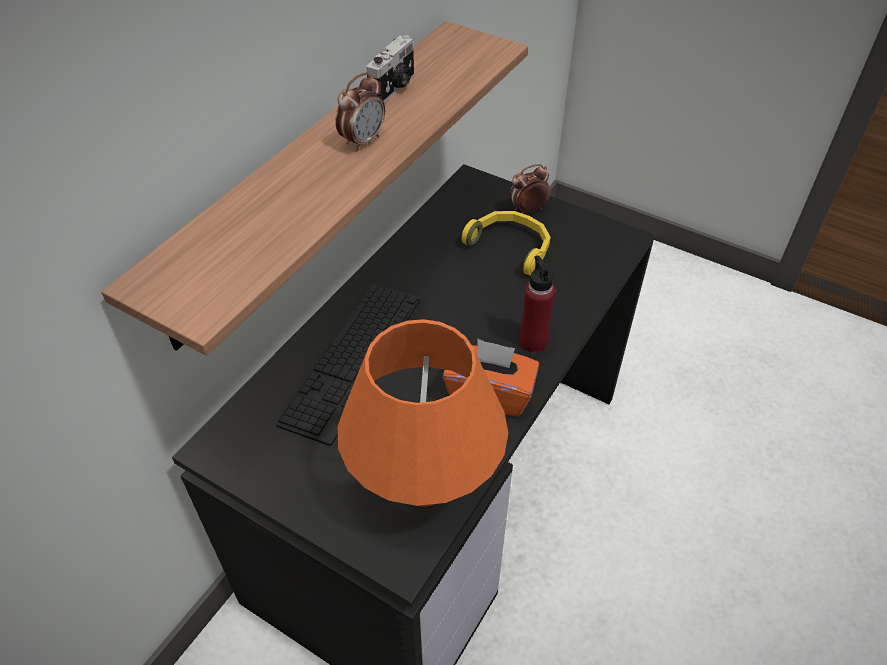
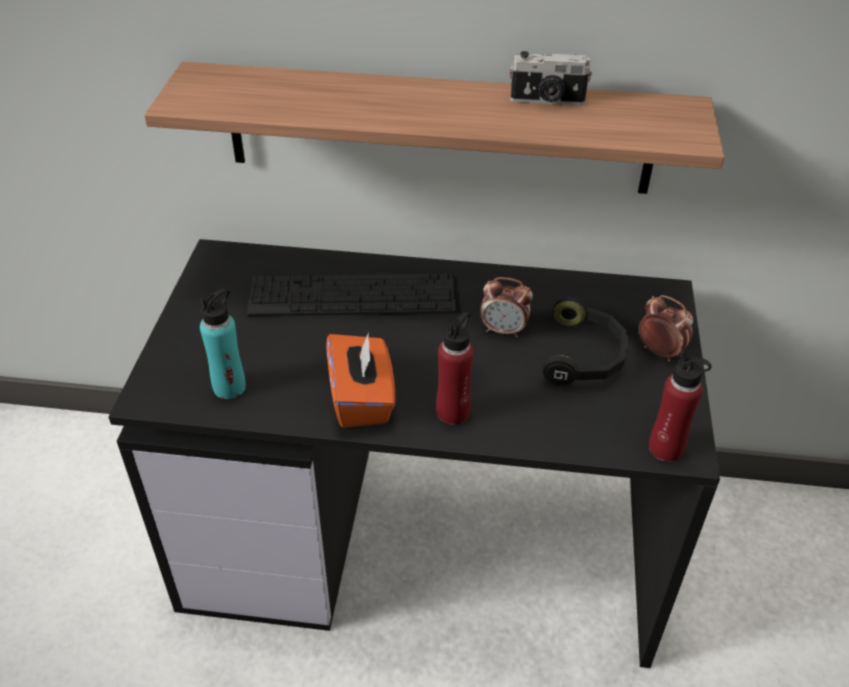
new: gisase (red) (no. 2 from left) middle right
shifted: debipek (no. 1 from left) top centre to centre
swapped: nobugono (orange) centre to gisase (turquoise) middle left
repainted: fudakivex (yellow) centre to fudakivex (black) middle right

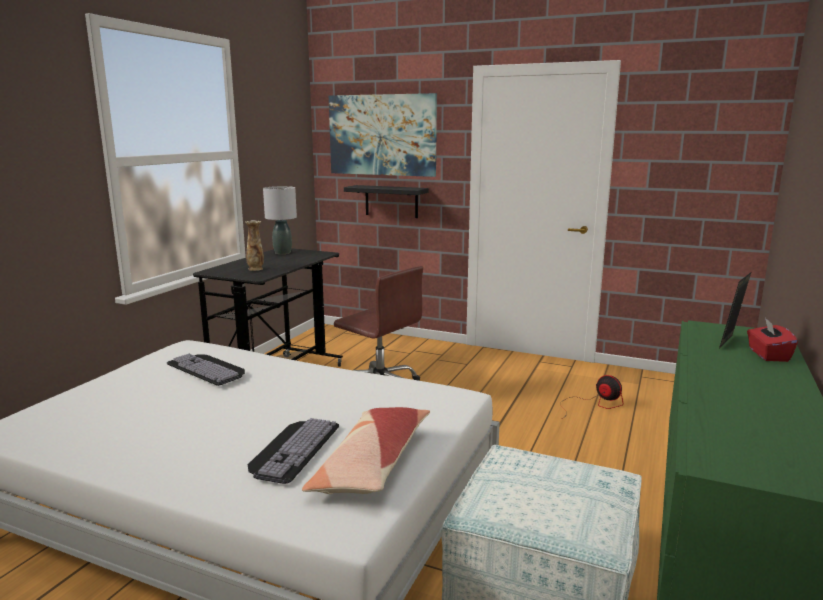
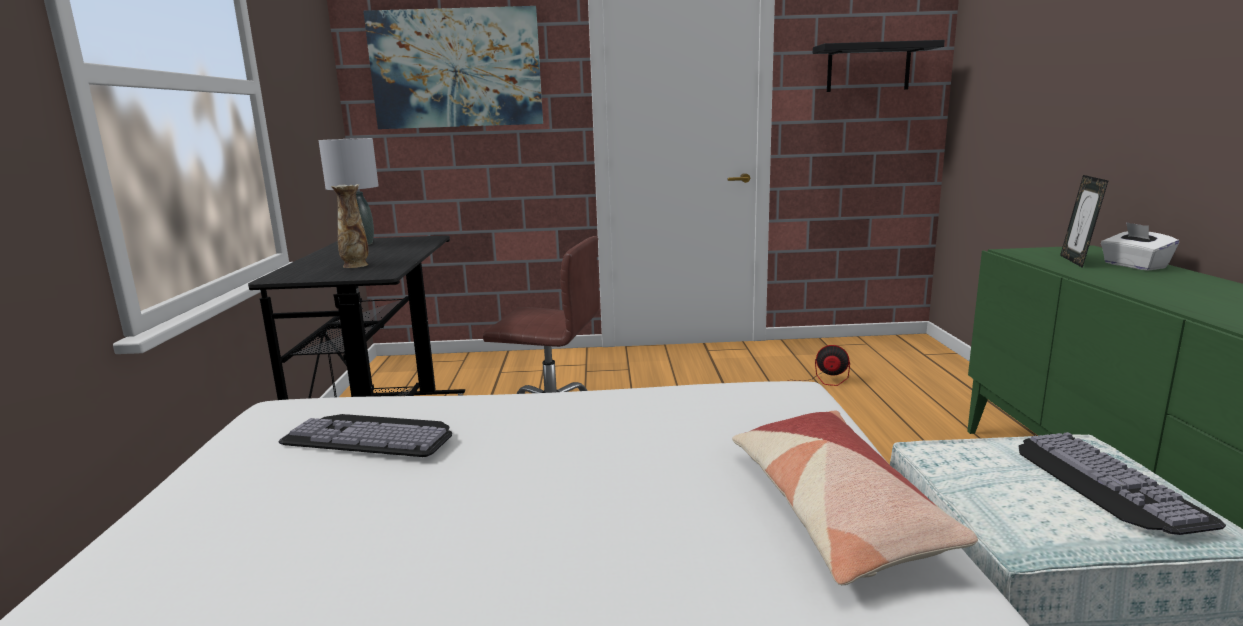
shifted: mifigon (no. 2 from left) bottom centre to bottom right; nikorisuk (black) centre to top right
repainted: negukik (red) middle right to negukik (white) middle right

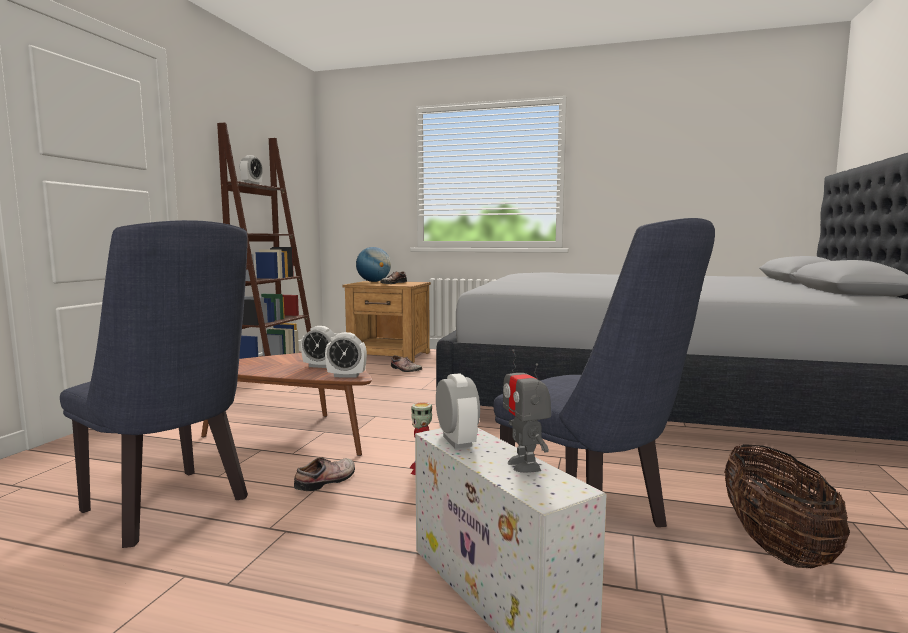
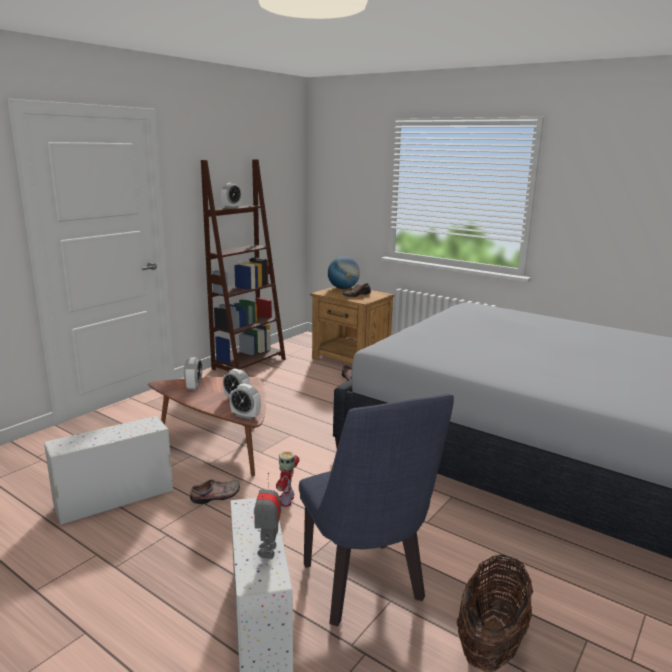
shifted: debipek (no. 4 from left in the first image) centre to debipek (no. 1 from left) middle left
swapped: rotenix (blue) (no. 1 from left) middle left to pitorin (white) (no. 1 from left) bottom left

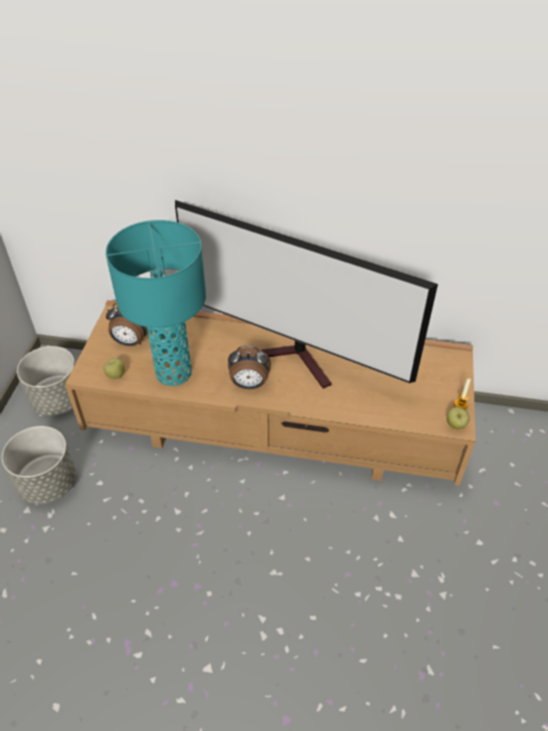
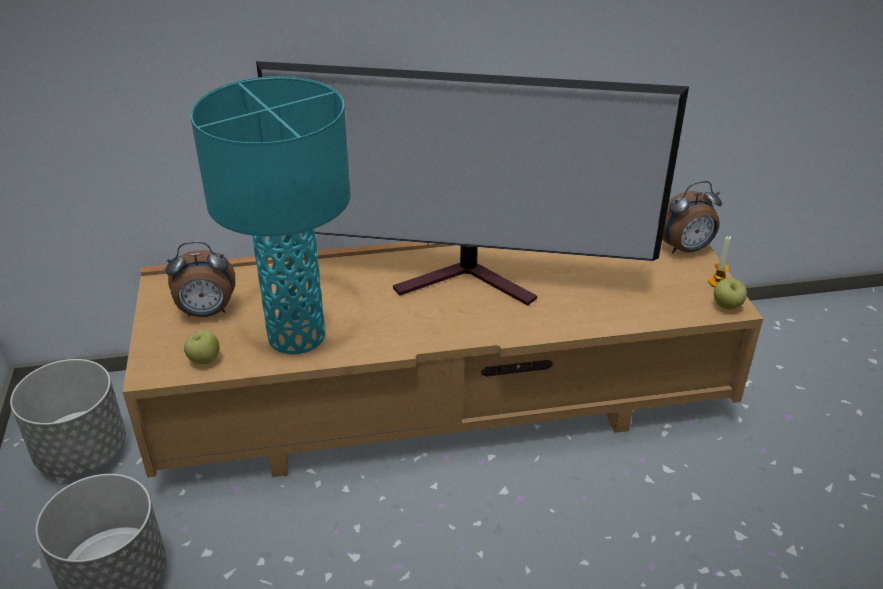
shifted: debipek (no. 2 from left) centre to middle right

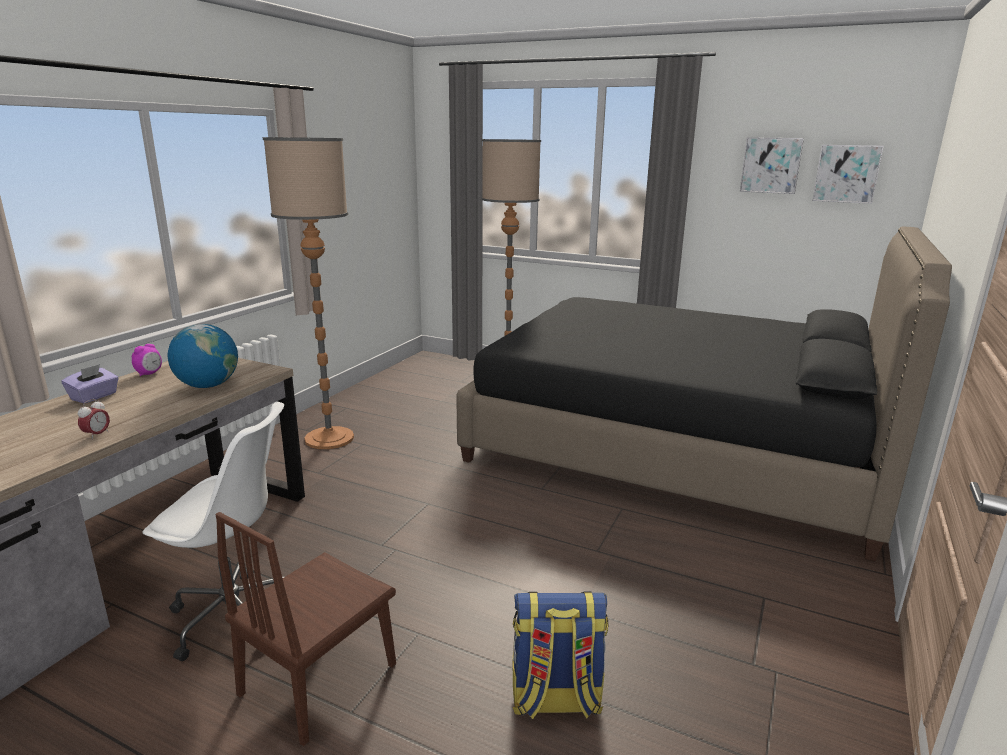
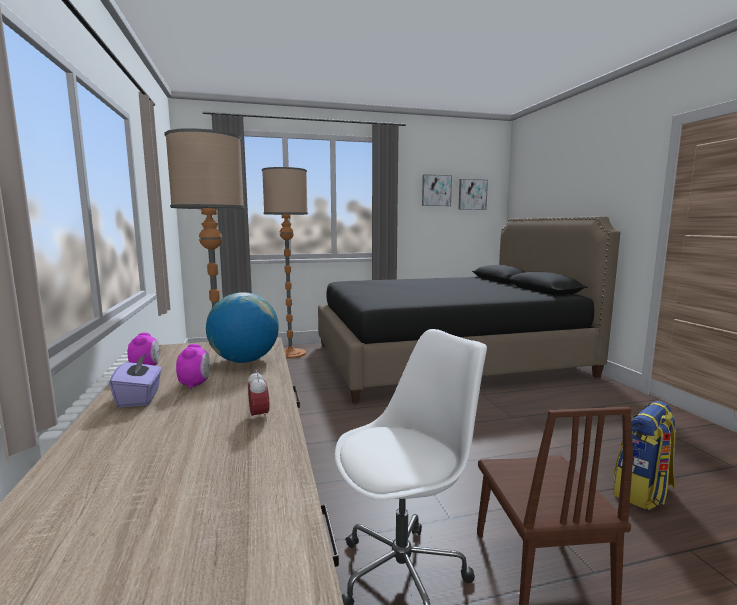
new: debipek (no. 2 from left) middle left

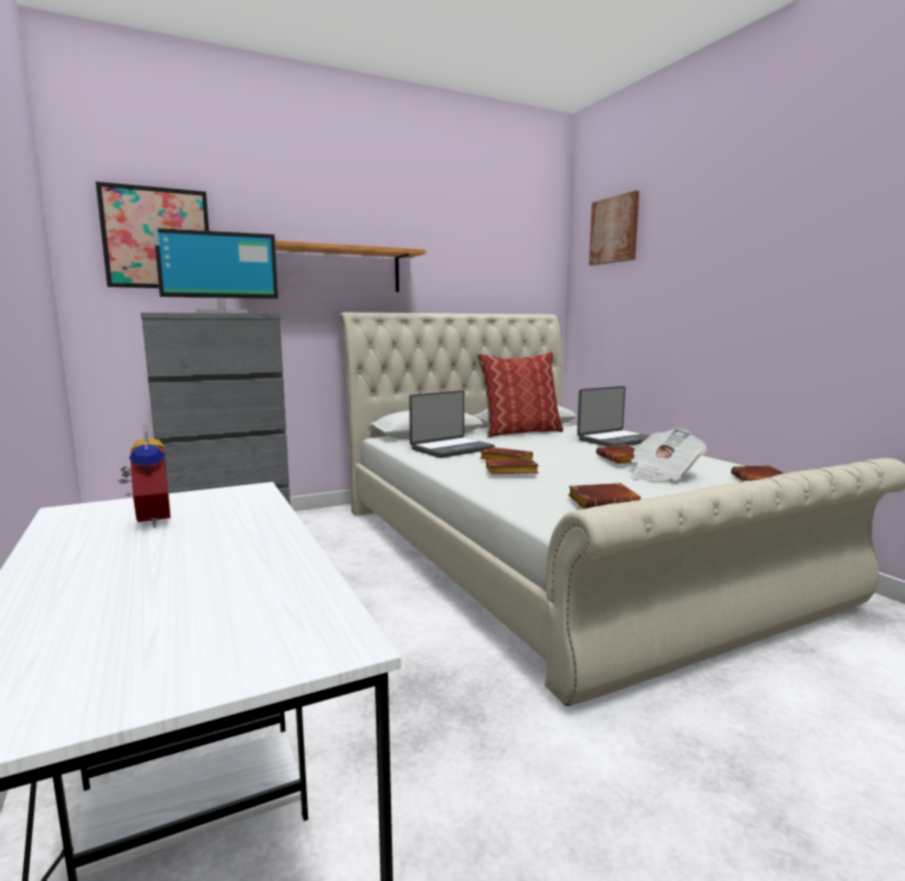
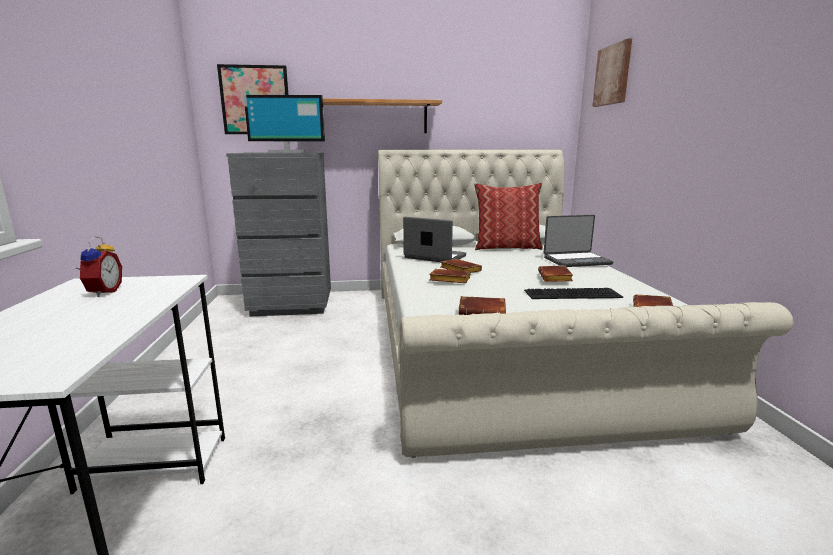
swapped: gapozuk middle right to mifigon middle right
rotated: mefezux (no. 1 from left) centre = centre 135 degrees counterclockwise

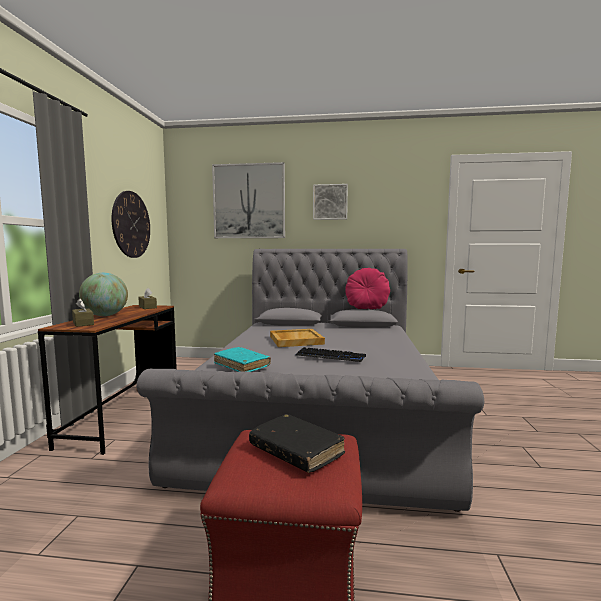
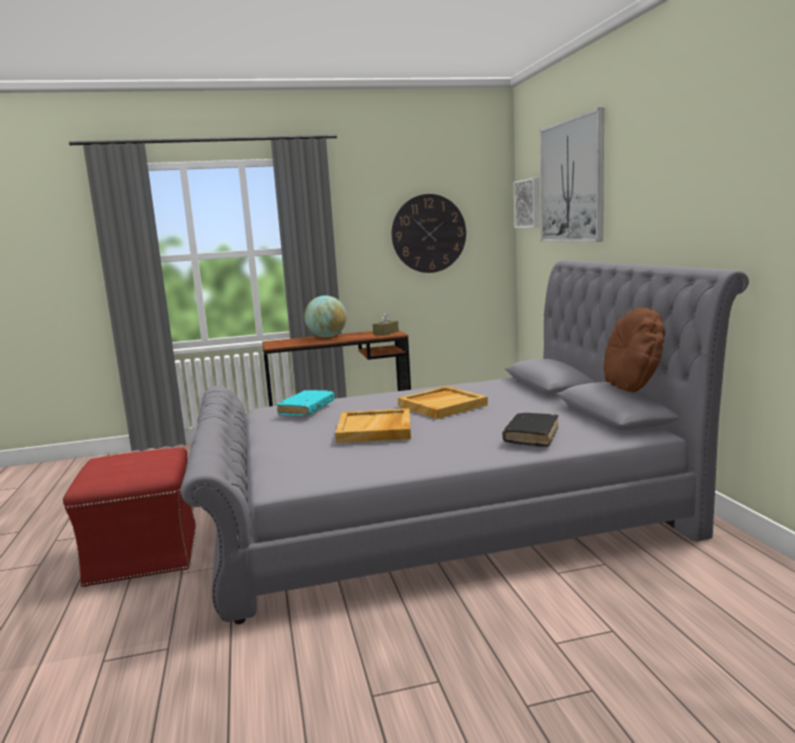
gone: negukik (brown) (no. 1 from left) middle left
shifted: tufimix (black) bottom centre to middle right; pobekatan (no. 2 from left in the first image) centre to pobekatan (no. 1 from left) top centre
swapped: mifigon centre to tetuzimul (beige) (no. 1 from left) centre
repainted: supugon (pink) centre to supugon (brown) middle right

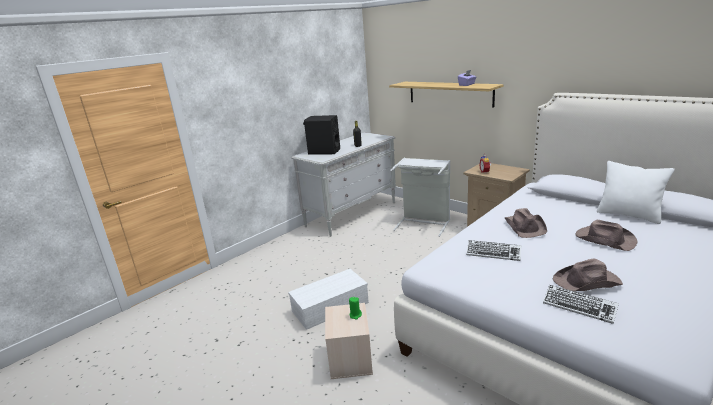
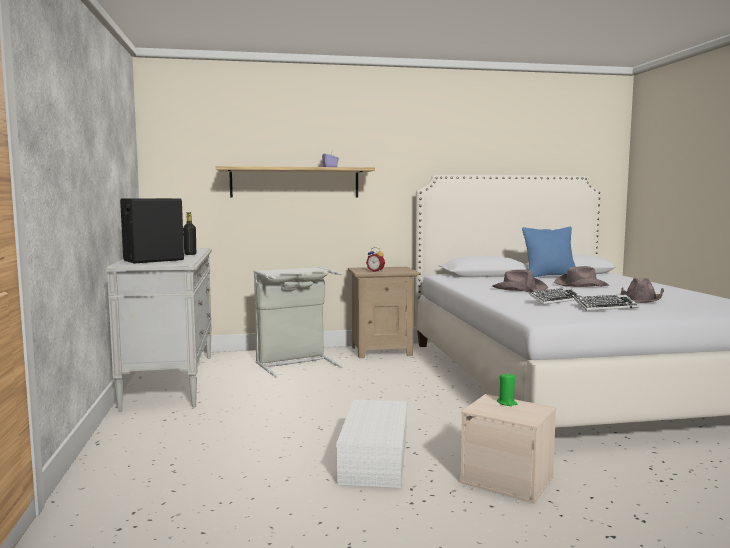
shifted: mifigon (no. 2 from left) bottom right to middle right
repainted: supugon (white) middle right to supugon (blue) middle right

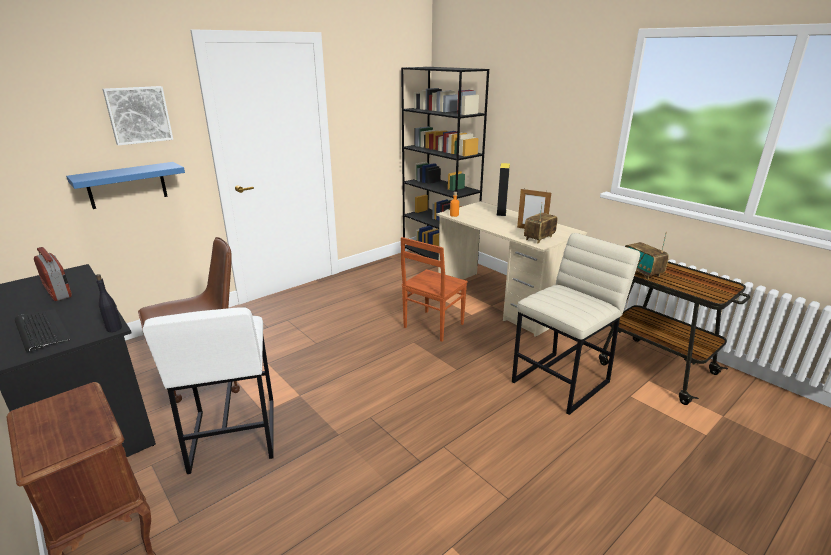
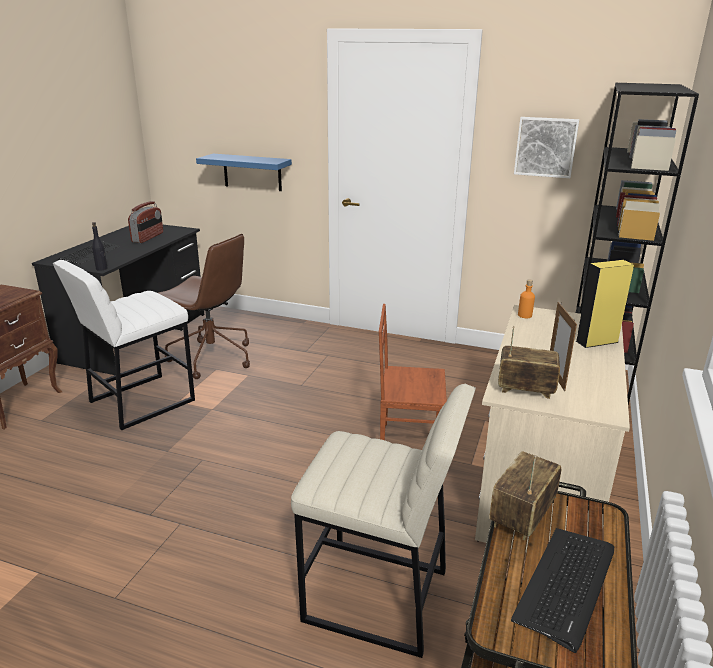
new: mifigon (no. 2 from left) bottom right
shifted: pobekatan top left to top right

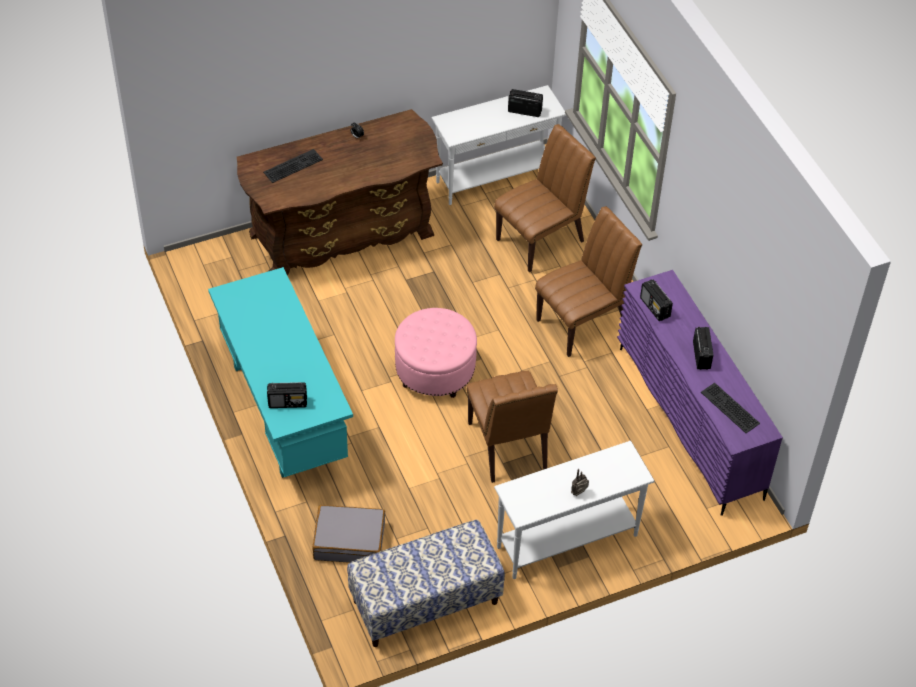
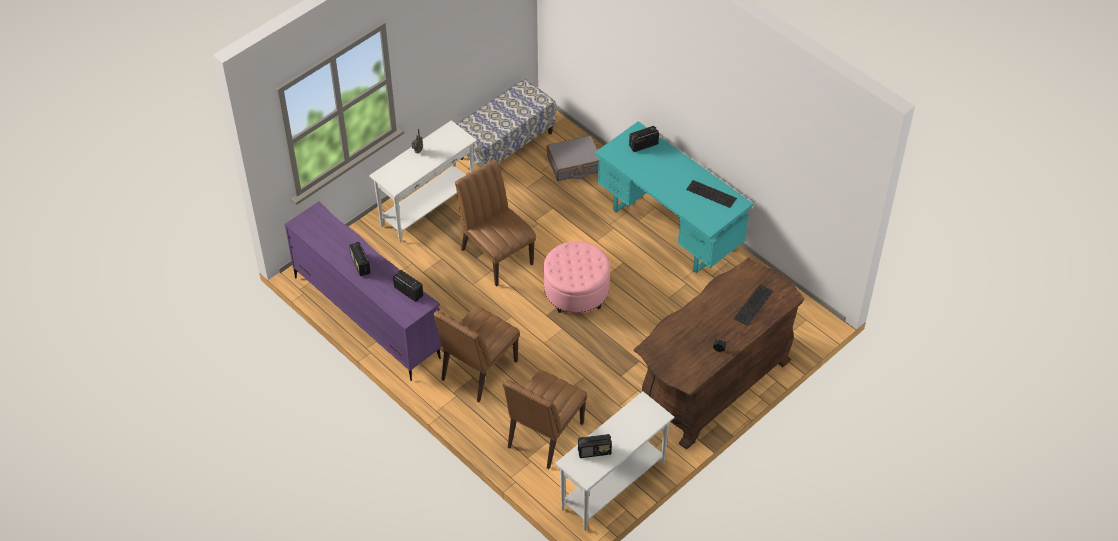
shifted: mifigon (no. 2 from left in the first image) middle right to mifigon (no. 1 from left) centre

